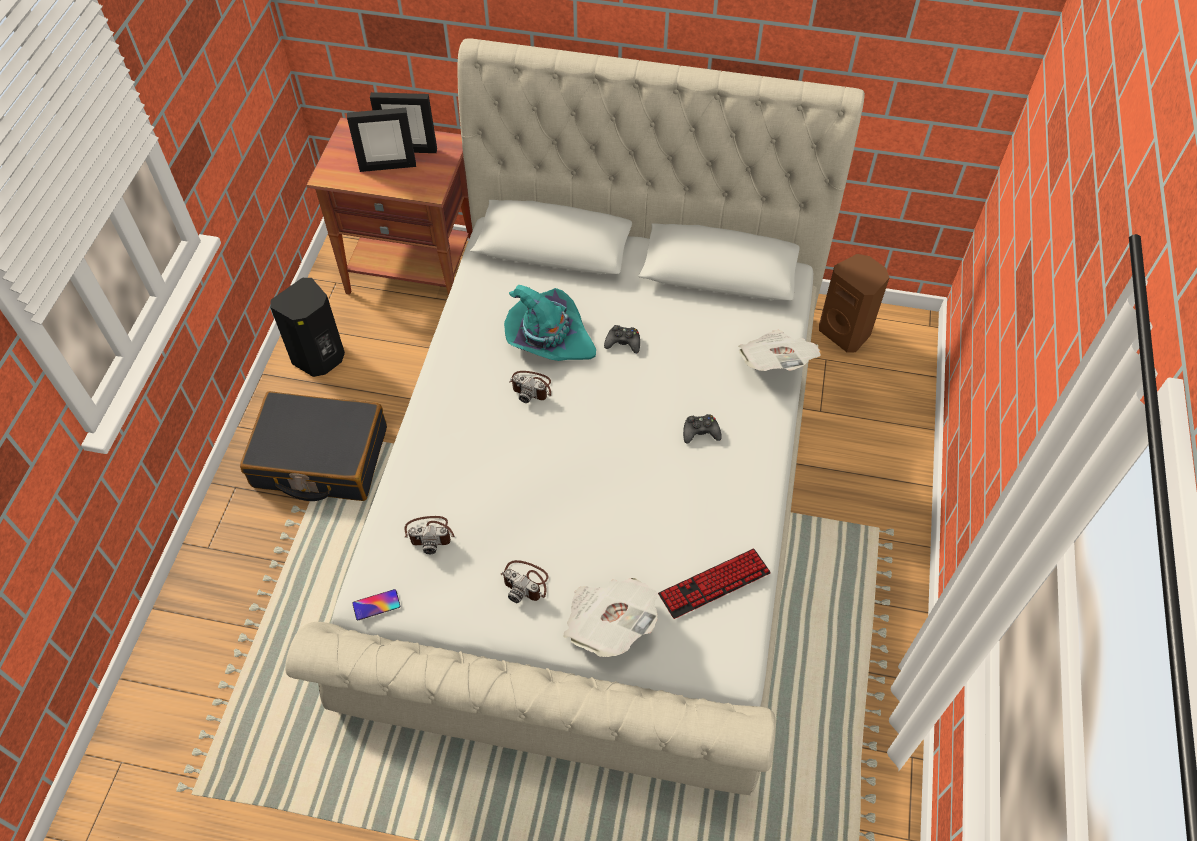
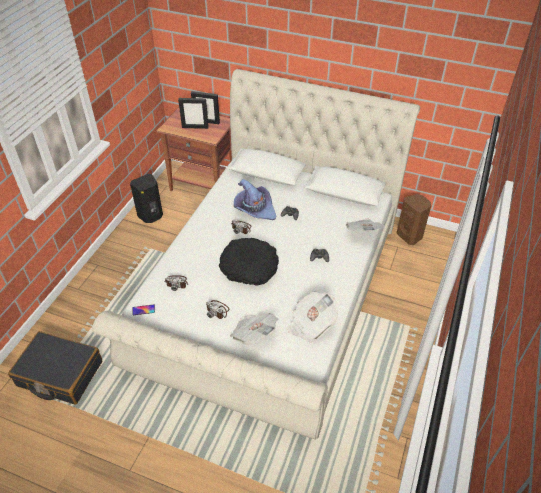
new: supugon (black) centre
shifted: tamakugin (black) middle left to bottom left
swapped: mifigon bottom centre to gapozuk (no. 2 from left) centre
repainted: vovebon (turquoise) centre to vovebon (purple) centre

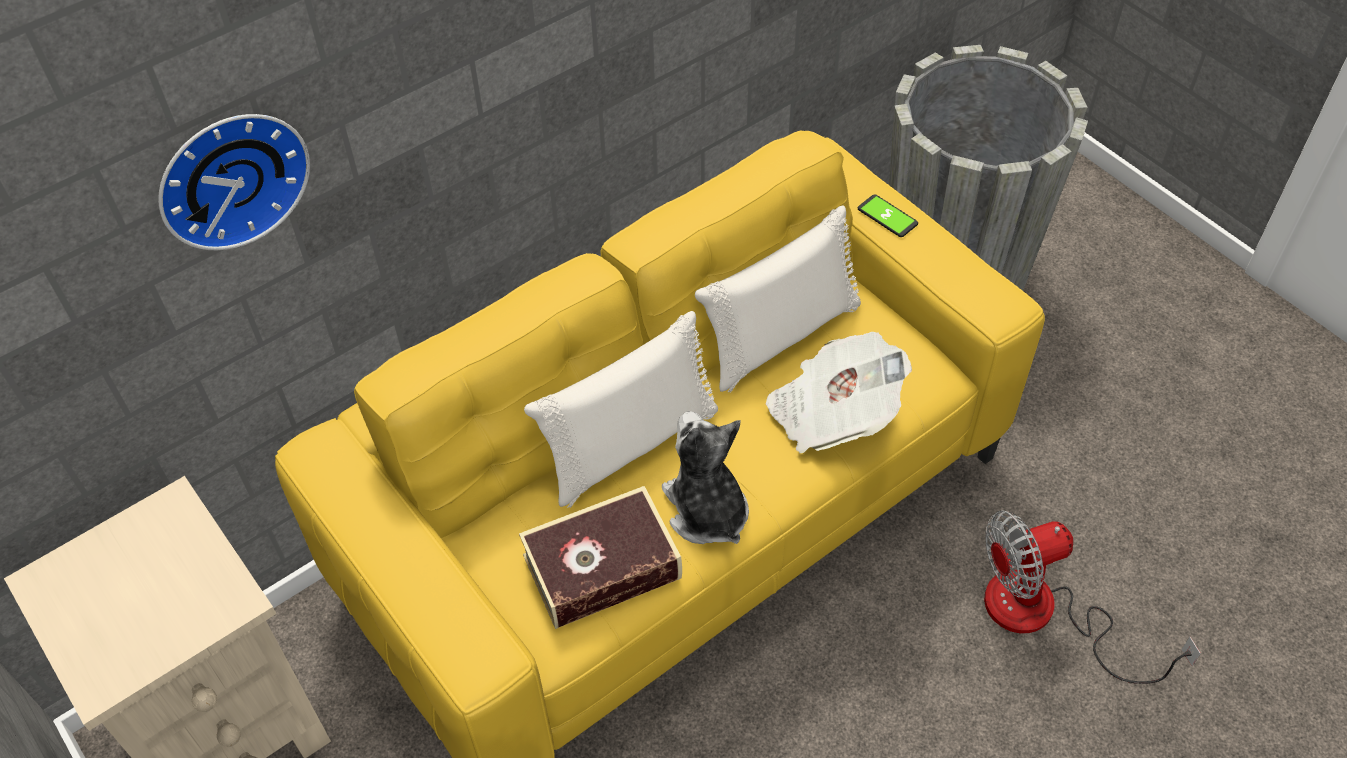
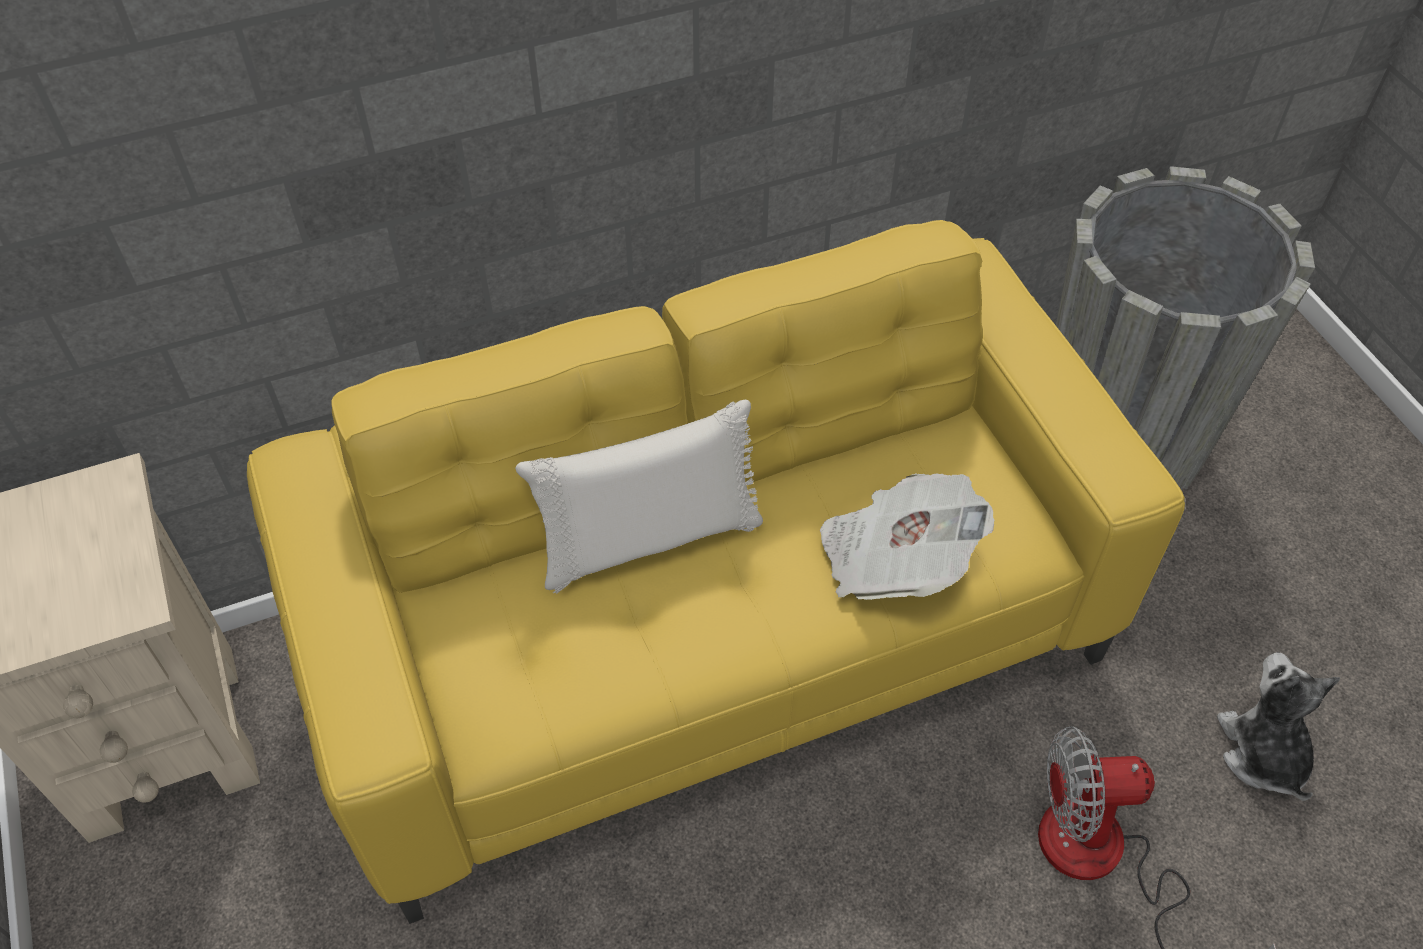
gone: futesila top left; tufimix bottom centre; supugon (white) (no. 2 from left) centre; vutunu top centre
shifted: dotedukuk centre to bottom right

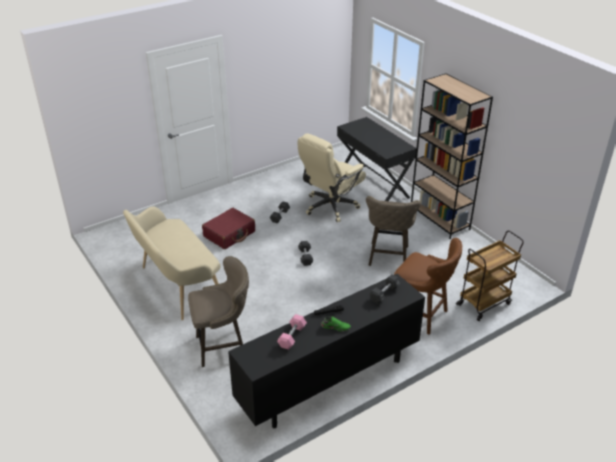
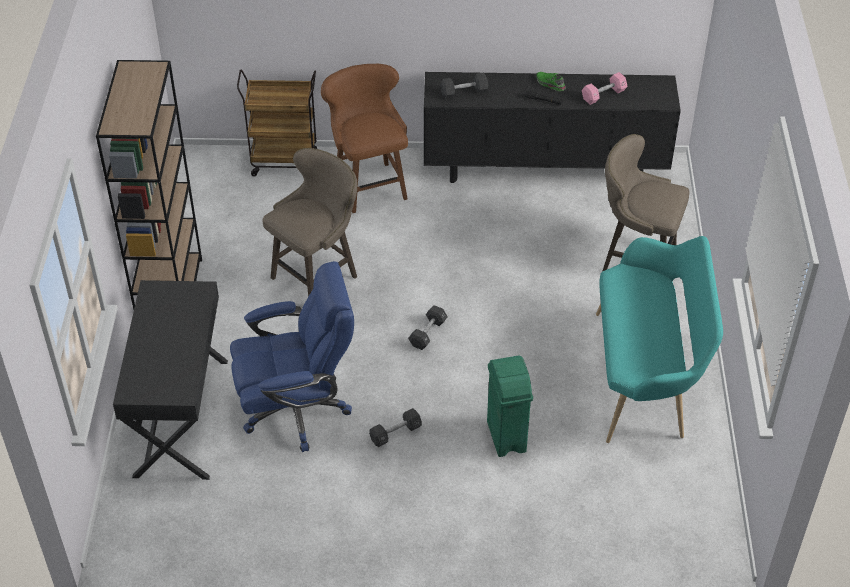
swapped: tamakugin (red) centre to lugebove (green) bottom centre
repainted: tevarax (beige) middle left to tevarax (turquoise) middle right; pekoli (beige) centre to pekoli (blue) centre

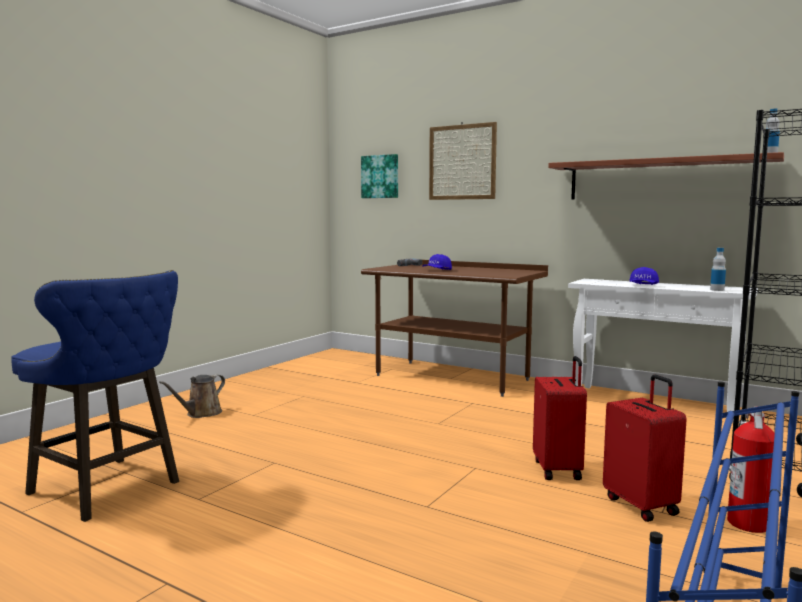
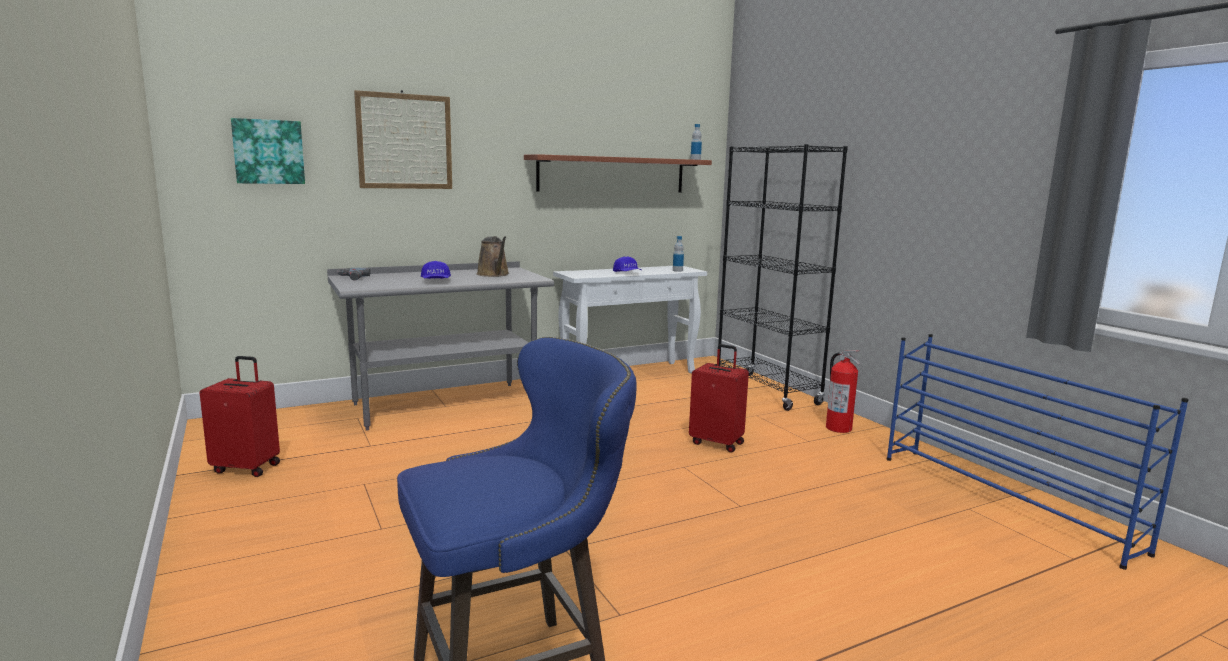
shifted: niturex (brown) middle left to centre; tamakugin (red) (no. 2 from left in the first image) bottom right to tamakugin (red) (no. 1 from left) middle left
repainted: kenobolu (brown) centre to kenobolu (grey) centre

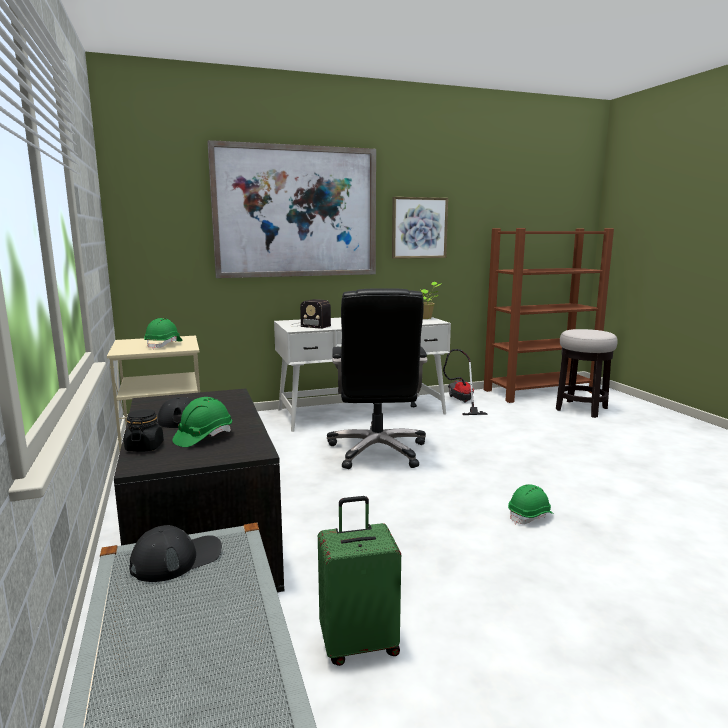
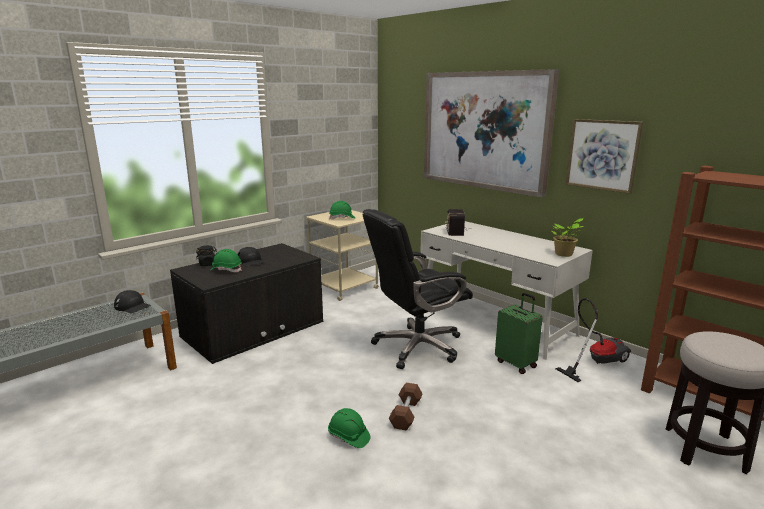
new: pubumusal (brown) bottom centre
shifted: tamakugin (green) bottom centre to middle right

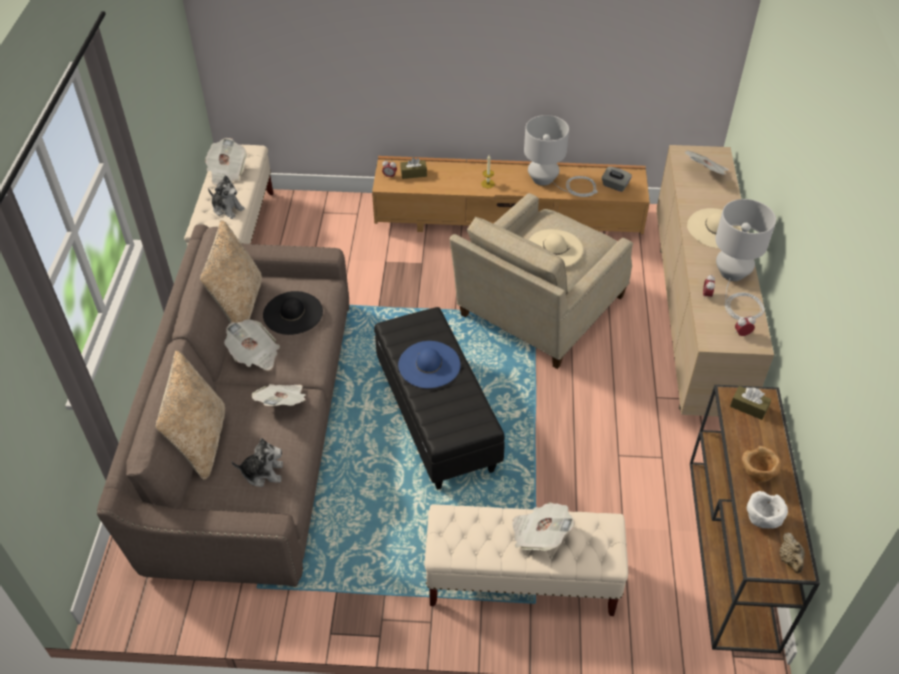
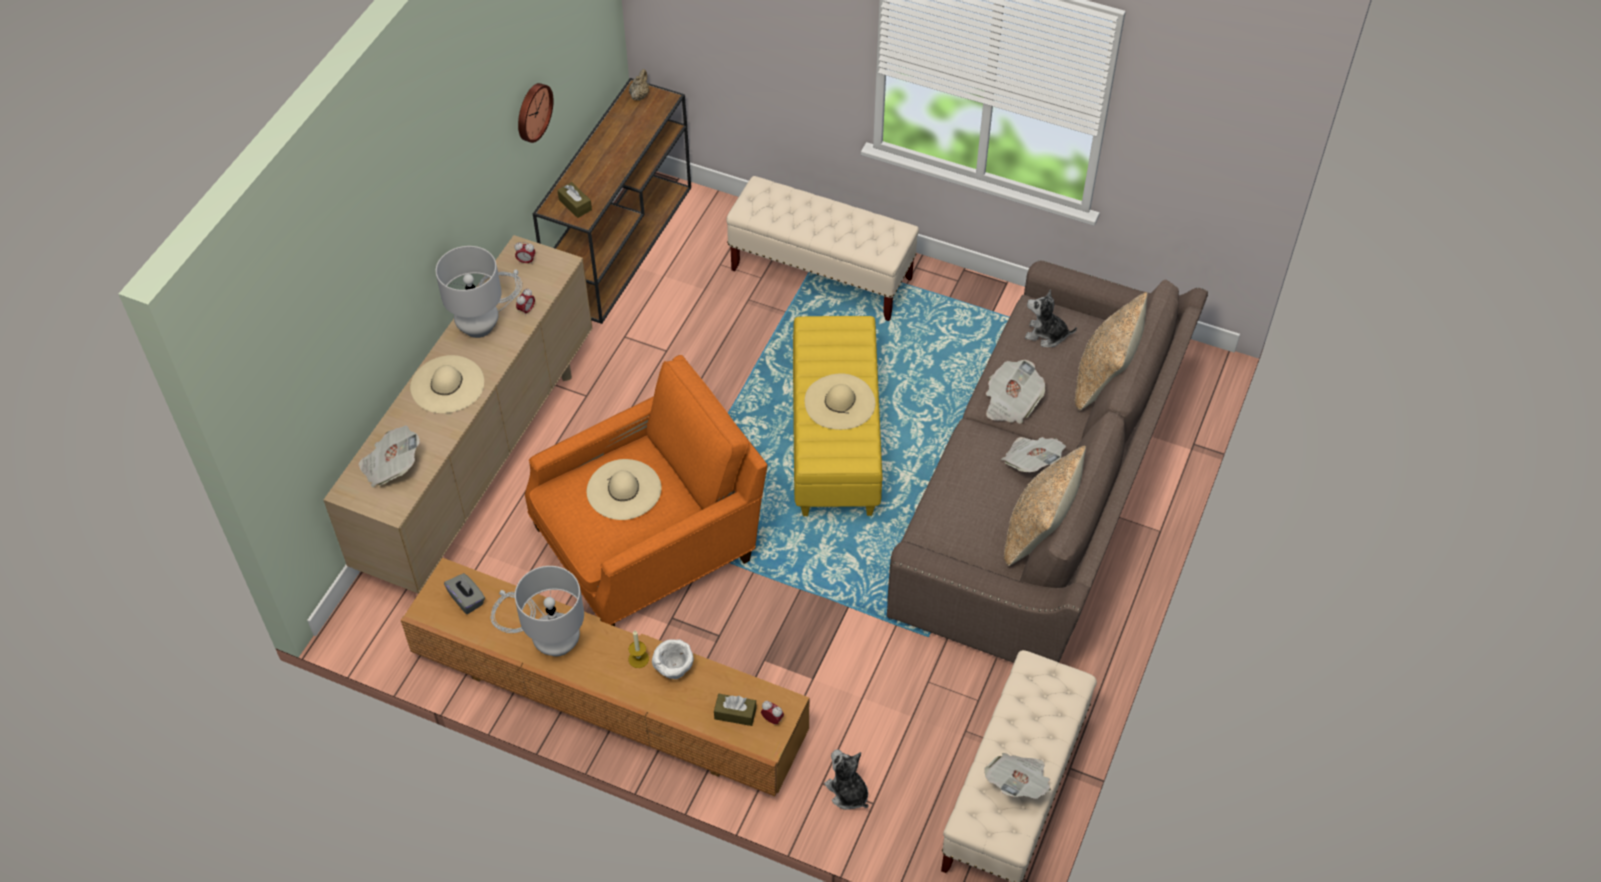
gone: vovebon (black) middle left; gapozuk (no. 4 from left) bottom centre; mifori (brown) bottom right
new: futesila top centre
shifted: dotedukuk (no. 1 from left) top left to bottom centre; mifori (white) bottom right to bottom centre
repainted: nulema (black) centre to nulema (yellow) centre; vovebon (blue) centre to vovebon (beige) (no. 3 from left) centre; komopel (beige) centre to komopel (orange) centre

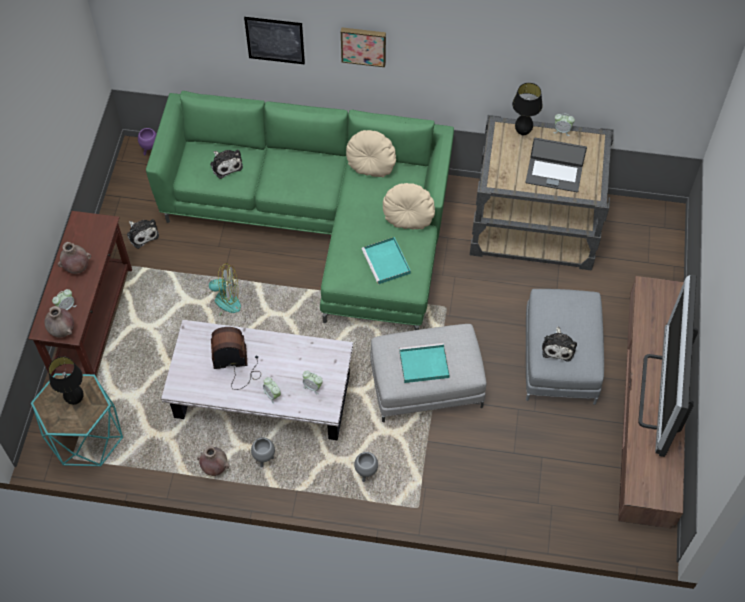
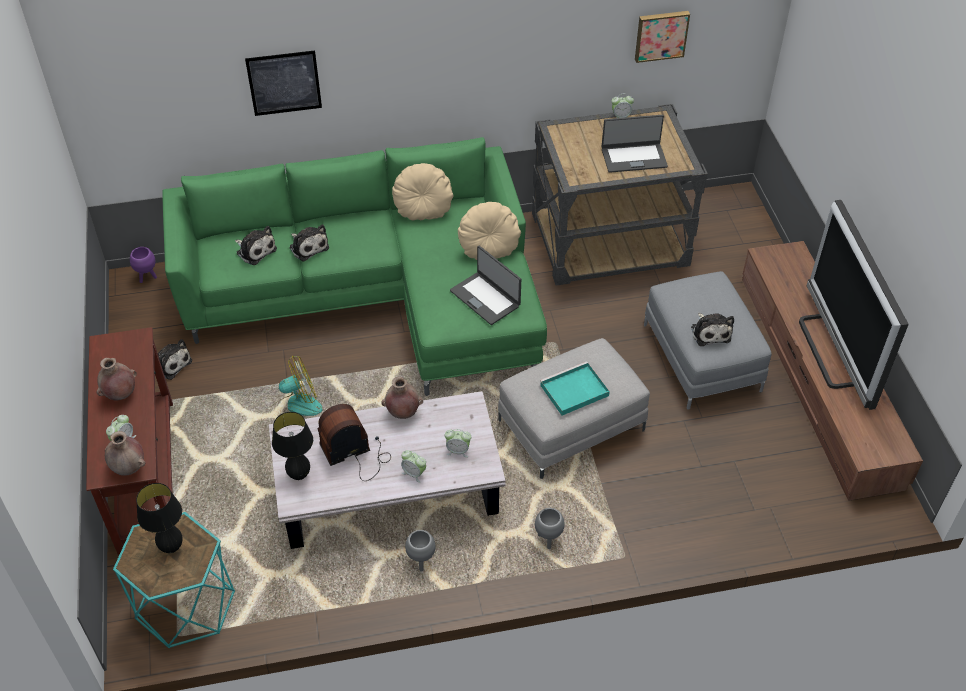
new: dotedukuk (no. 3 from left) middle left
shifted: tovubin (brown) (no. 3 from left) bottom left to centre; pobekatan (no. 2 from left) top centre to top right; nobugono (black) (no. 2 from left) top right to middle left
swapped: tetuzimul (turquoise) (no. 1 from left) centre to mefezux (no. 1 from left) centre

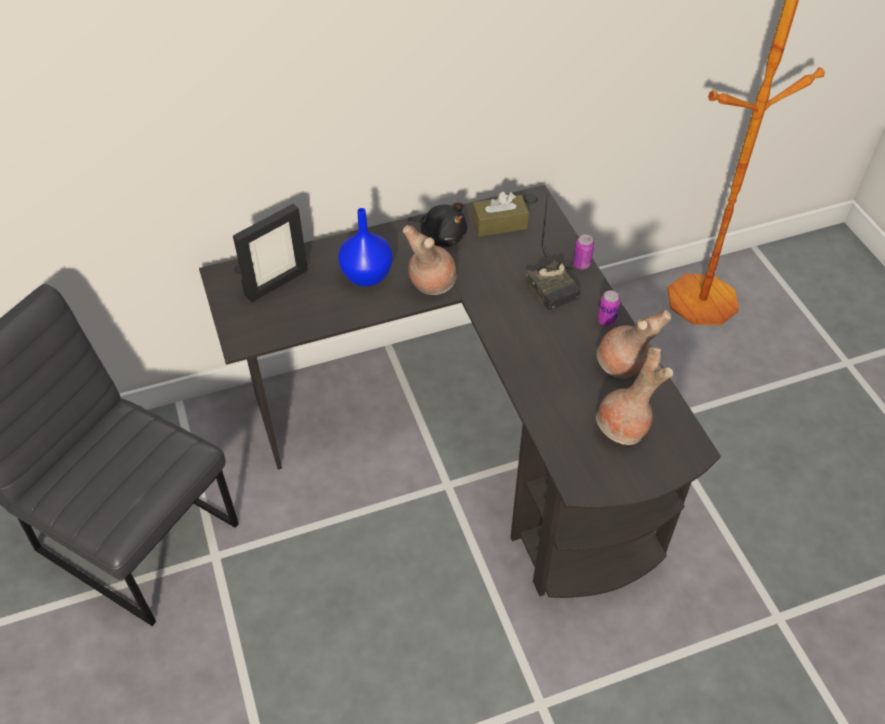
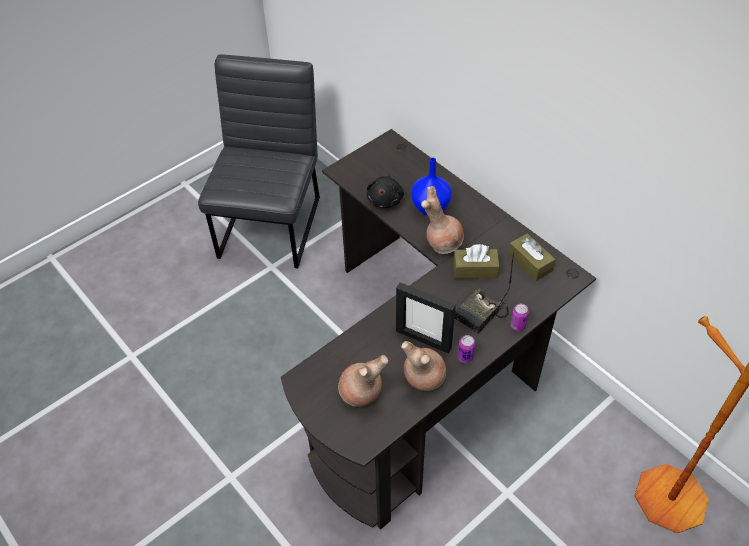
new: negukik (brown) (no. 1 from left) centre
shifted: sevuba middle left to centre; dotedukuk (black) top centre to centre

